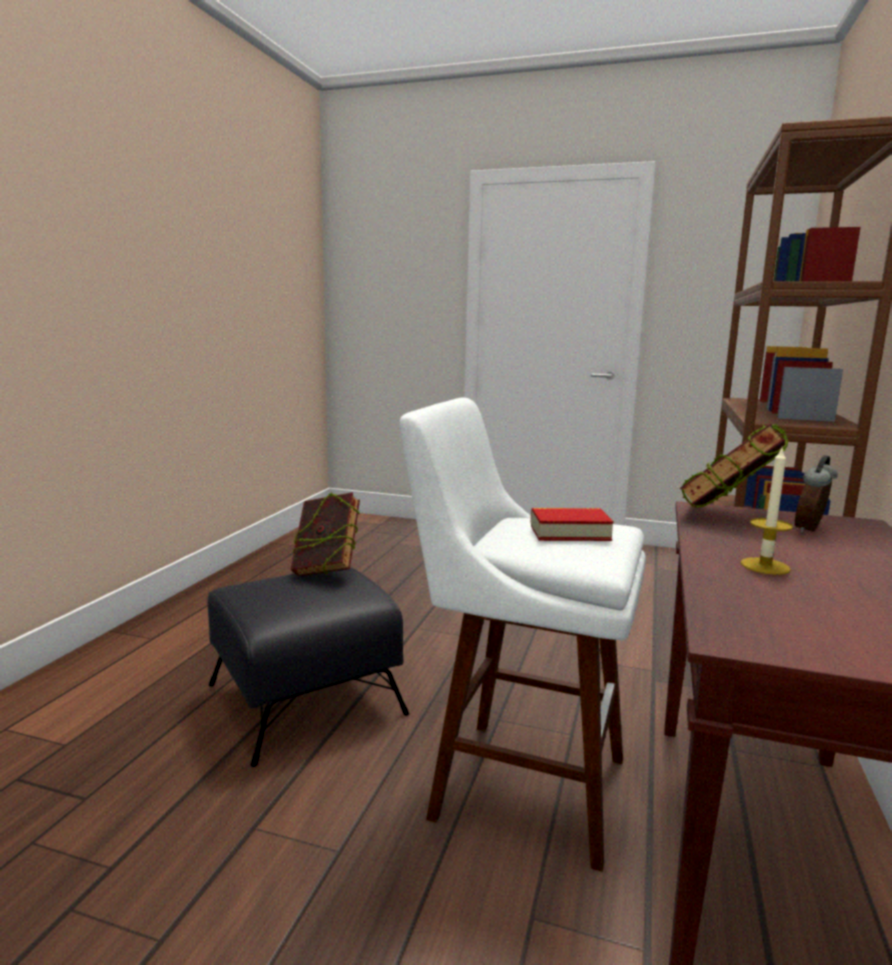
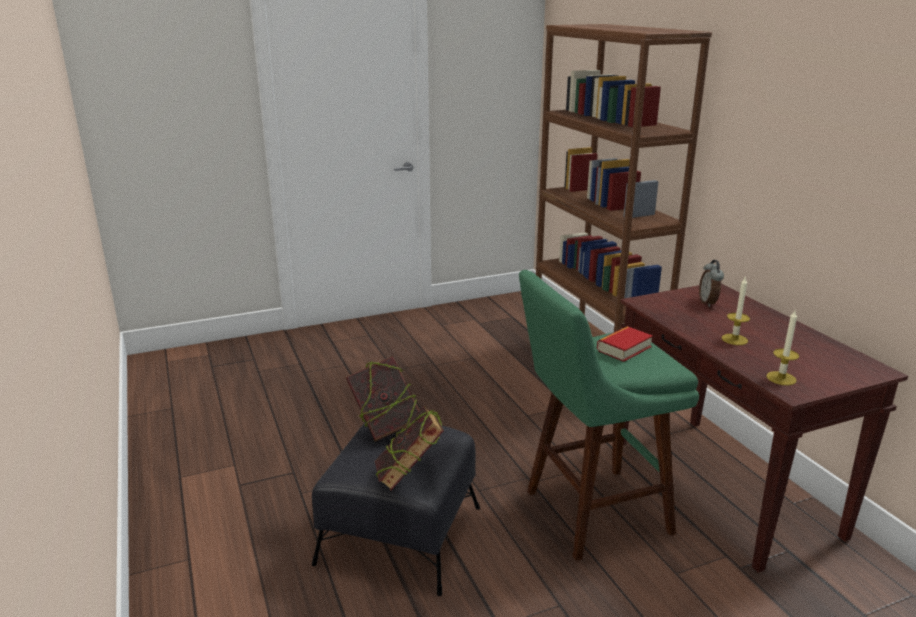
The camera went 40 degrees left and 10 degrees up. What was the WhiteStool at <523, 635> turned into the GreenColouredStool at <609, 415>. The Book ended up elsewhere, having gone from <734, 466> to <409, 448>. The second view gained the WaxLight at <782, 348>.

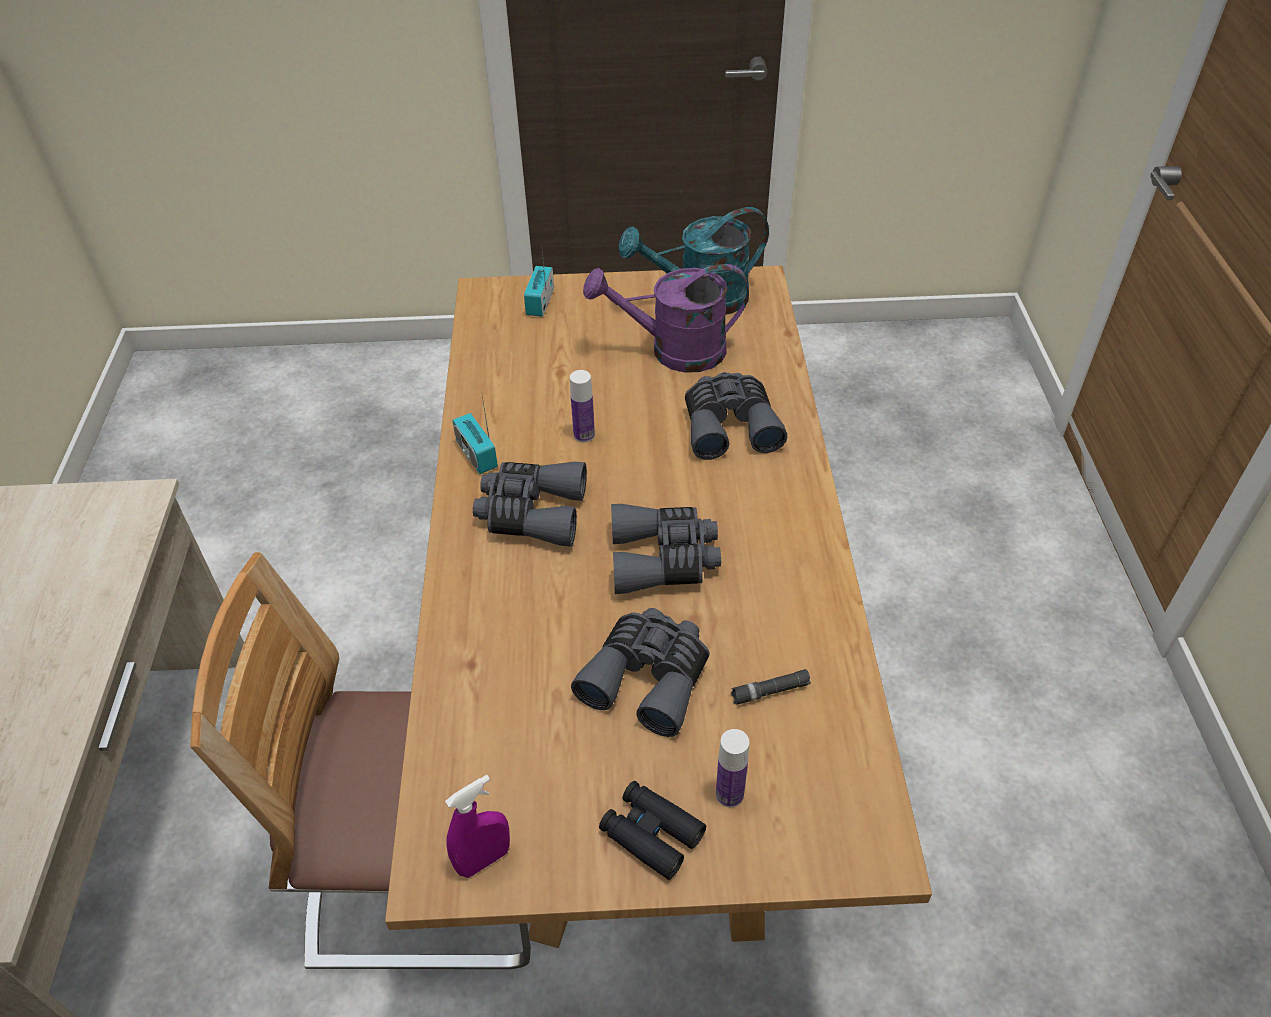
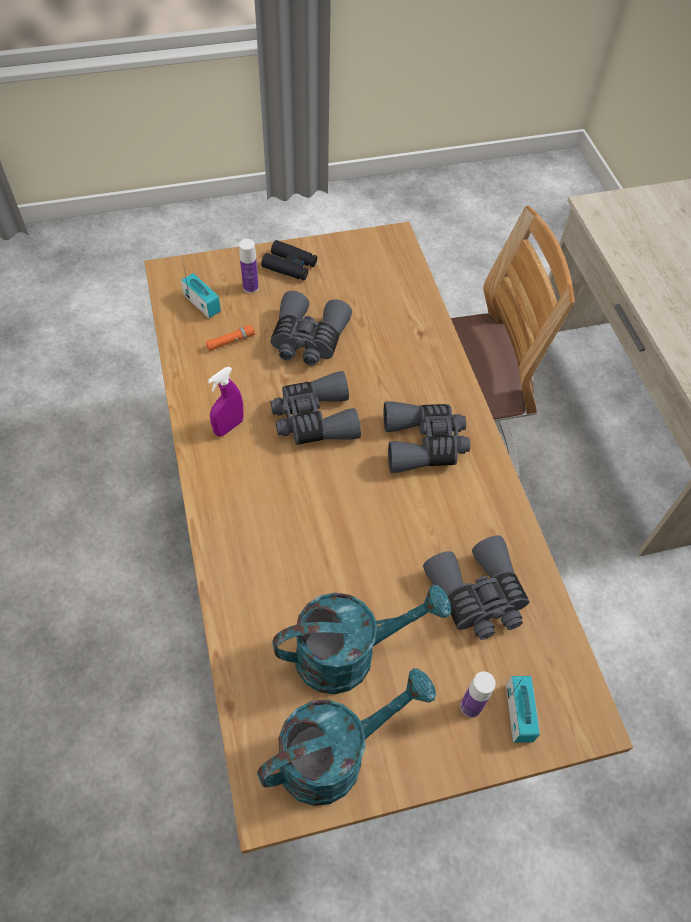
The camera went 165 degrees right and 10 degrees up. What was the PurpleColouredSprinklingCan at <666, 318> turned into the TurquoiseColouredSprinklingCan at <362, 639>. The BeverageBottle ended up elsewhere, having gone from <582, 406> to <478, 694>. The GreyFieldGlasses ended up elsewhere, having gone from <736, 416> to <476, 587>. The Radio ended up elsewhere, having gone from <475, 435> to <201, 288>. What was the BlackTorch at <771, 687> turned into the OrangeTorch at <230, 338>. The PurpleColouredSprayer ended up elsewhere, having gone from <477, 826> to <225, 402>.

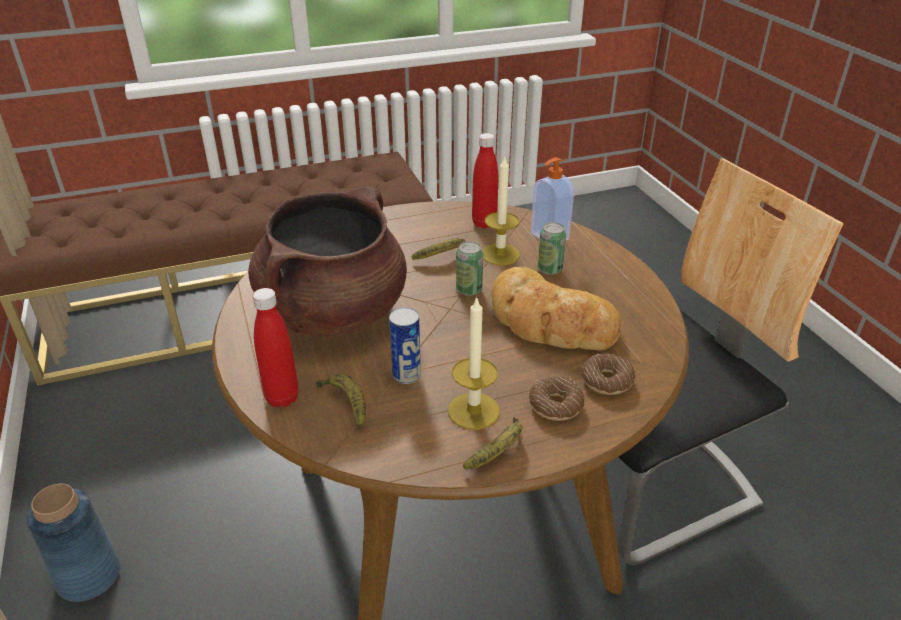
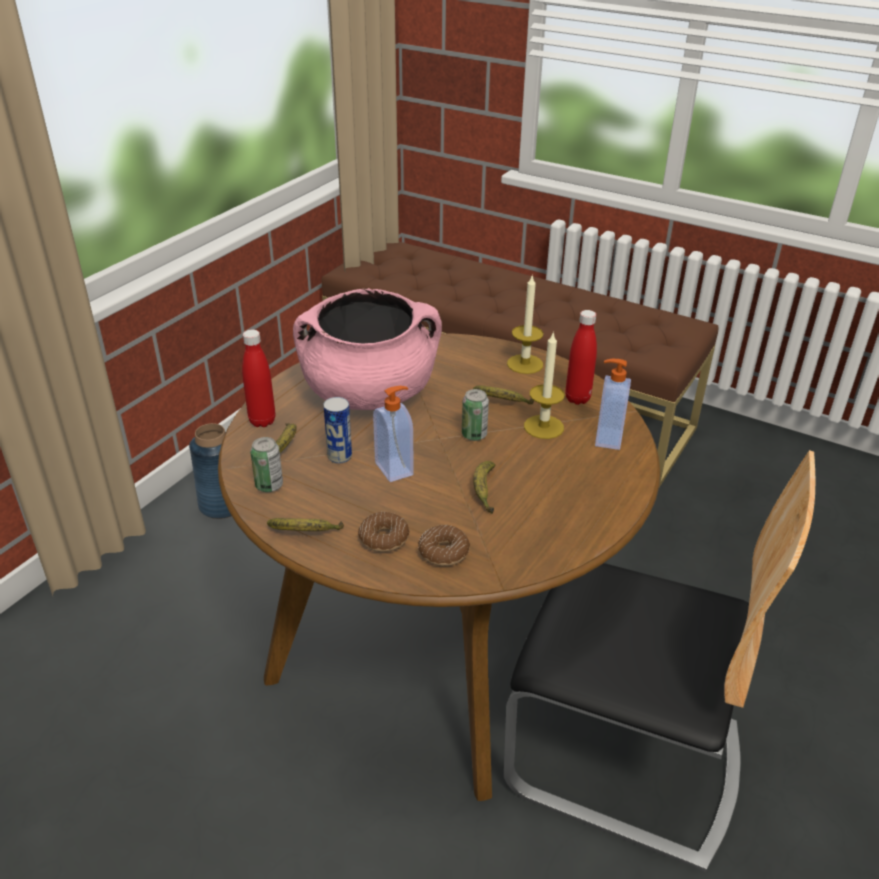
The camera went 50 degrees right and 0 degrees up. What was the BrownColouredSaucepot at <327, 262> turned into the PinkColouredSaucepot at <367, 349>. The SealedCan ended up elsewhere, having gone from <551, 248> to <266, 464>. Where the BakedBread stood at <557, 308>, the Banana came to stand at <484, 487>. The WaxLight ended up elsewhere, having gone from <474, 363> to <525, 324>. The second view gained the SoapBottle at <393, 434>.

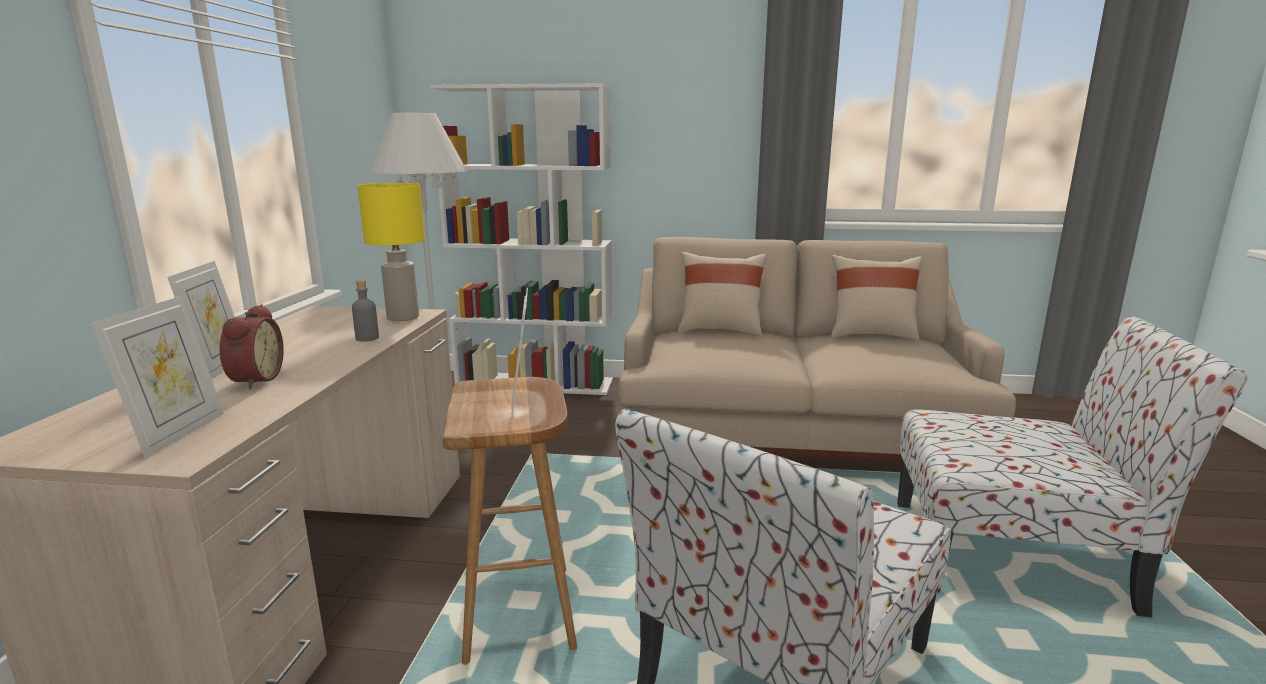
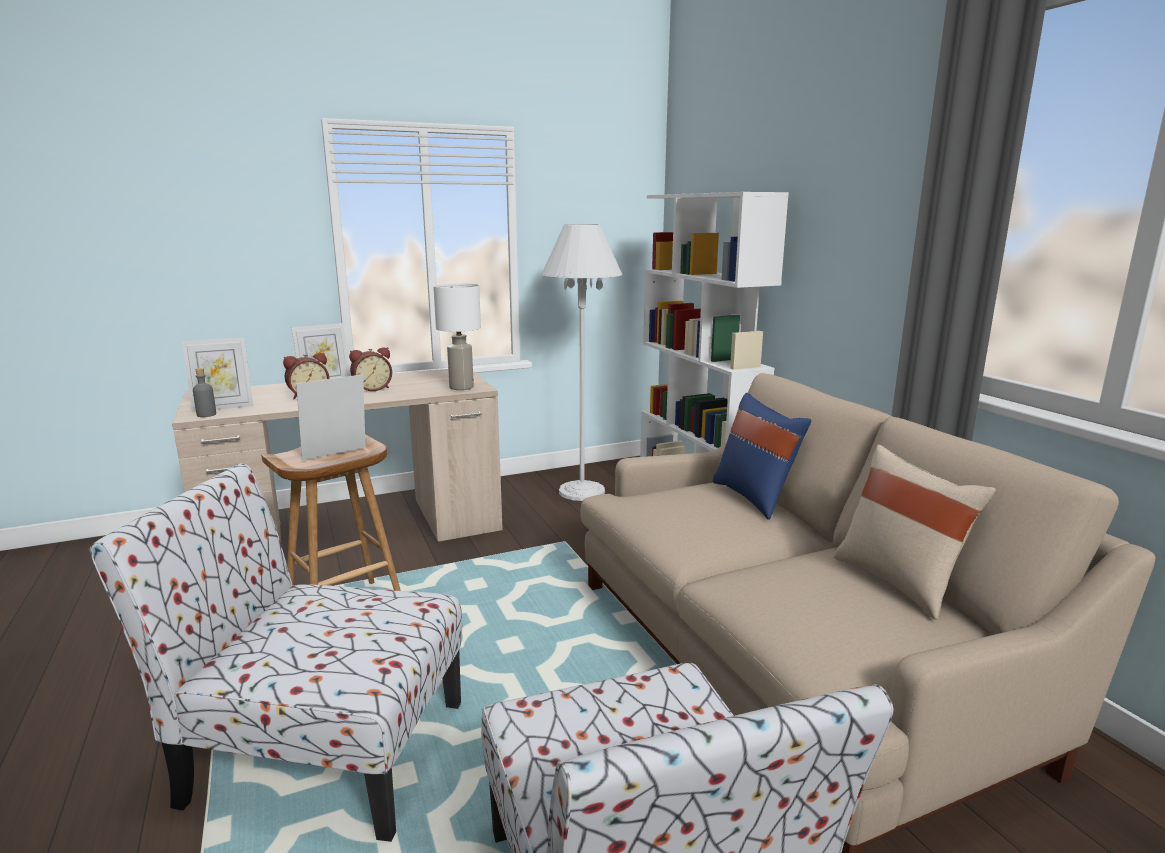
The camera went 60 degrees right and 0 degrees up. What was the YellowTableLamp at <391, 252> turned into the WhiteTableLamp at <457, 336>. What was the BeigeColouredCushion at <722, 293> turned into the BlueCushion at <762, 456>. The GreyBeverageBottle ended up elsewhere, having gone from <365, 311> to <204, 392>. The second view gained the BedsideClock at <370, 369>.

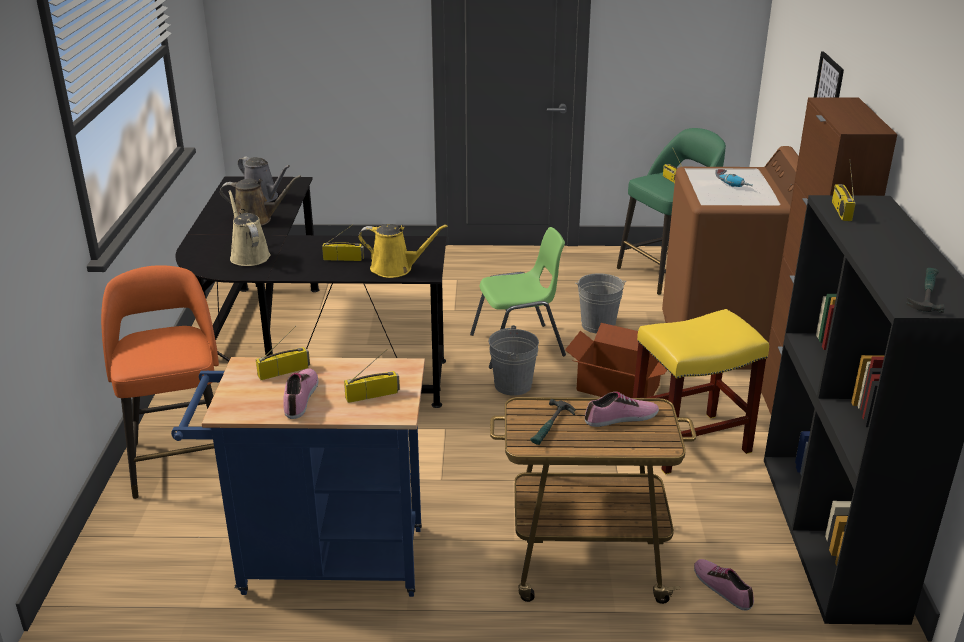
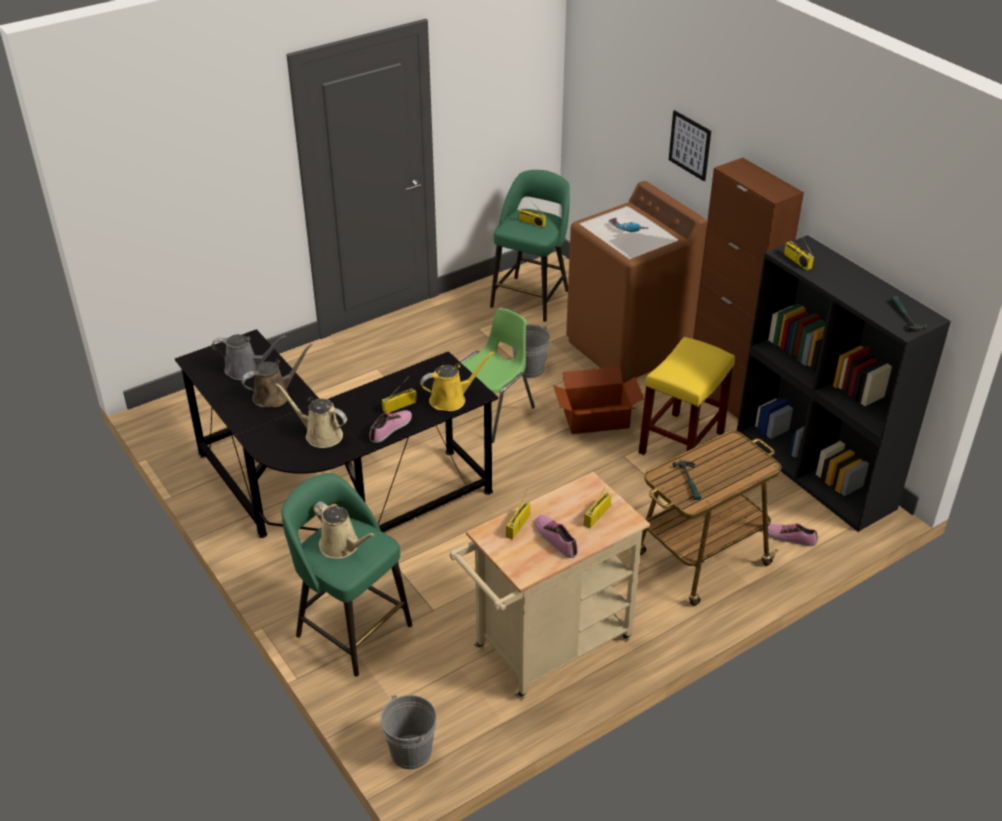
The camera went 35 degrees left and 10 degrees up. What was the OrangeStool at <160, 382> turned into the GreenColouredStool at <346, 575>. The GreyWaterBucket ended up elsewhere, having gone from <514, 360> to <408, 732>. What was the BlueCart at <298, 477> turned into the BeigeColouredCart at <549, 585>. The LowShoe ended up elsewhere, having gone from <622, 409> to <391, 426>. The second view gained the BeigeColouredSprinklingCan at <344, 530>.

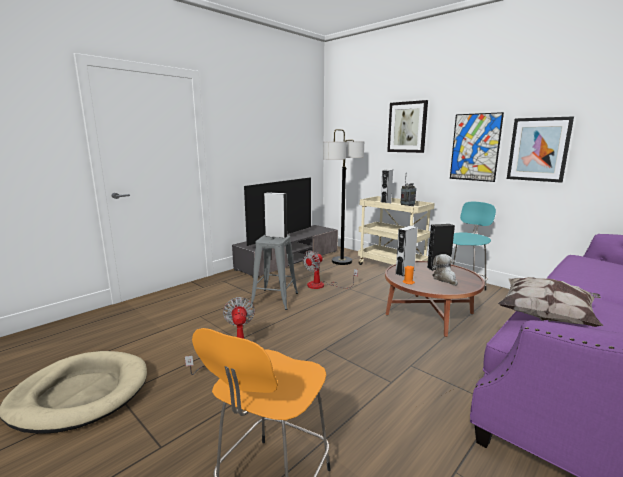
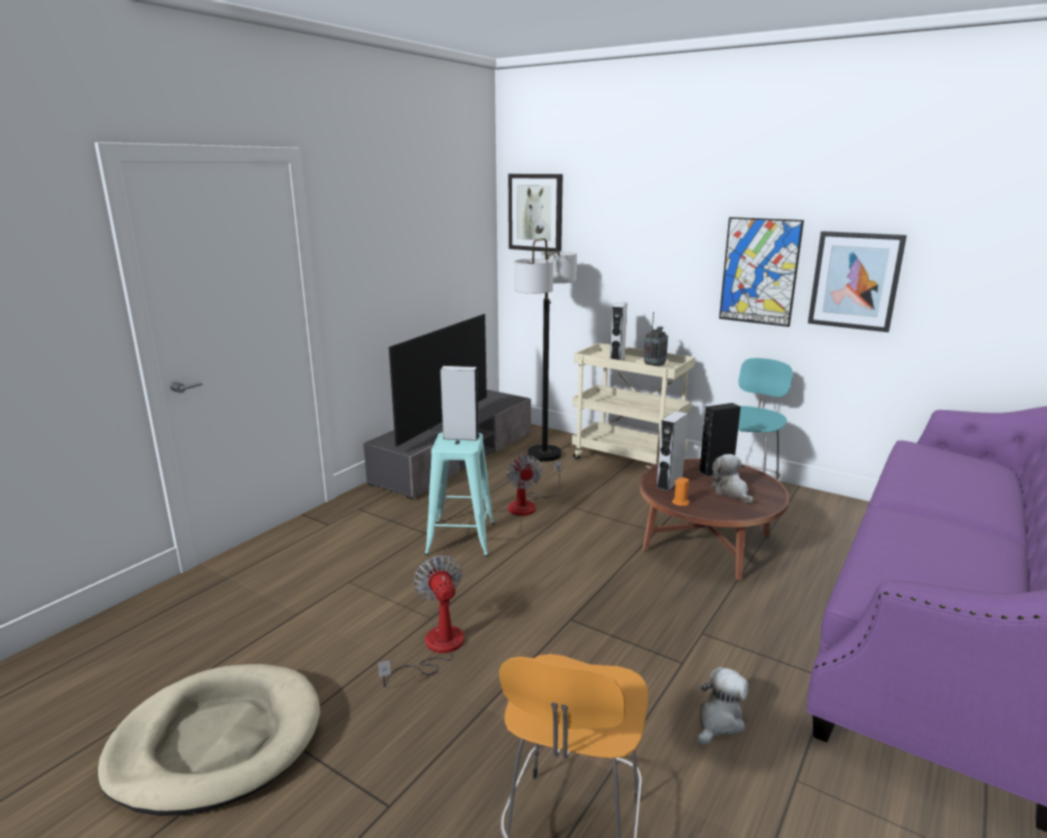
The camera went 10 degrees left and 5 degrees up. The WallArt ended up elsewhere, having gone from <407, 126> to <535, 213>. What was the GreyStool at <274, 272> turned into the TurquoiseColouredStool at <459, 494>. The CoolingFan at <330, 269> ended up facing another way, 45 degrees counterclockwise from before. The second view lost the Cushion at <550, 302>. The second view gained the SoftToy at <723, 706>.

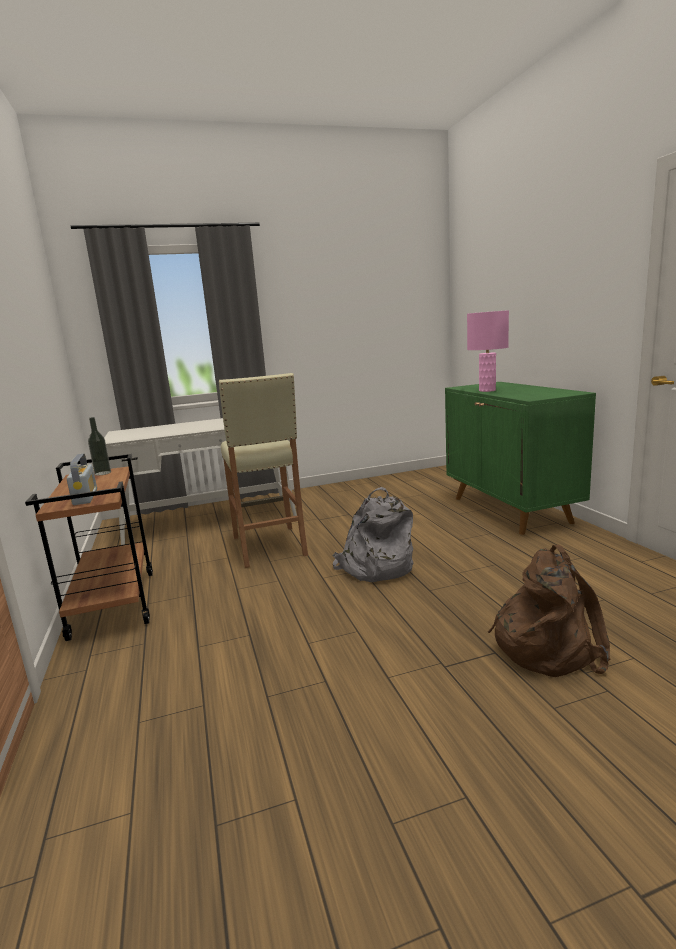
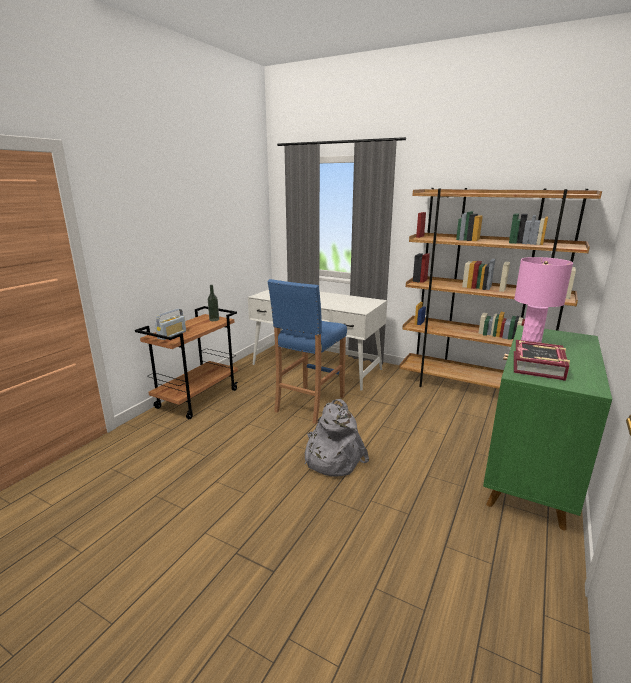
The camera went 45 degrees right and 5 degrees up. What was the BeigeColouredStool at <263, 470> turned into the BlueStool at <307, 351>. The second view lost the BrownColouredKnapsack at <549, 611>. The second view gained the BrownColouredShelvingUnit at <500, 288>. The second view gained the Book at <542, 360>.

